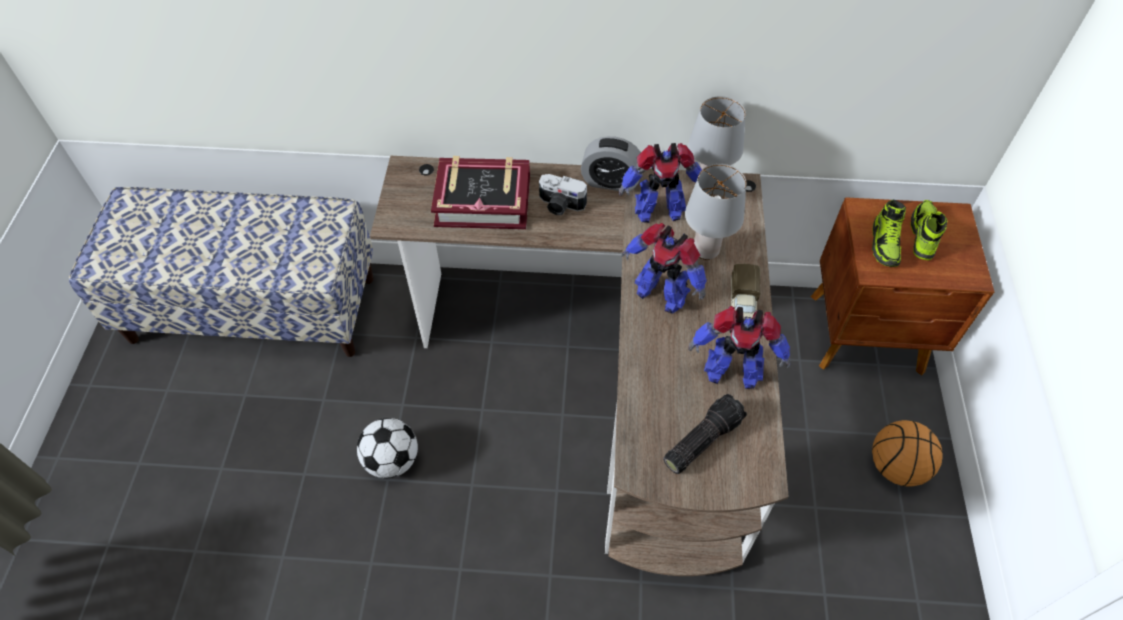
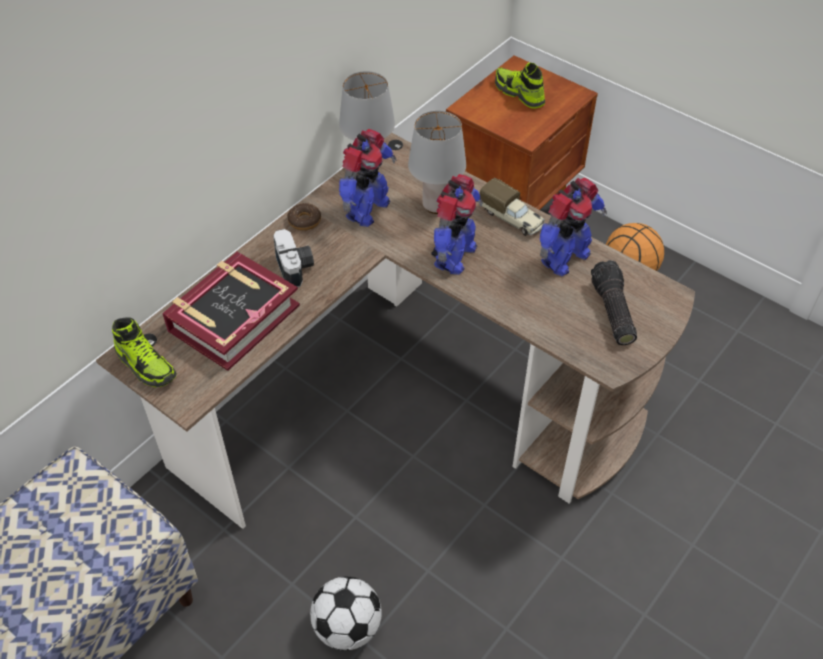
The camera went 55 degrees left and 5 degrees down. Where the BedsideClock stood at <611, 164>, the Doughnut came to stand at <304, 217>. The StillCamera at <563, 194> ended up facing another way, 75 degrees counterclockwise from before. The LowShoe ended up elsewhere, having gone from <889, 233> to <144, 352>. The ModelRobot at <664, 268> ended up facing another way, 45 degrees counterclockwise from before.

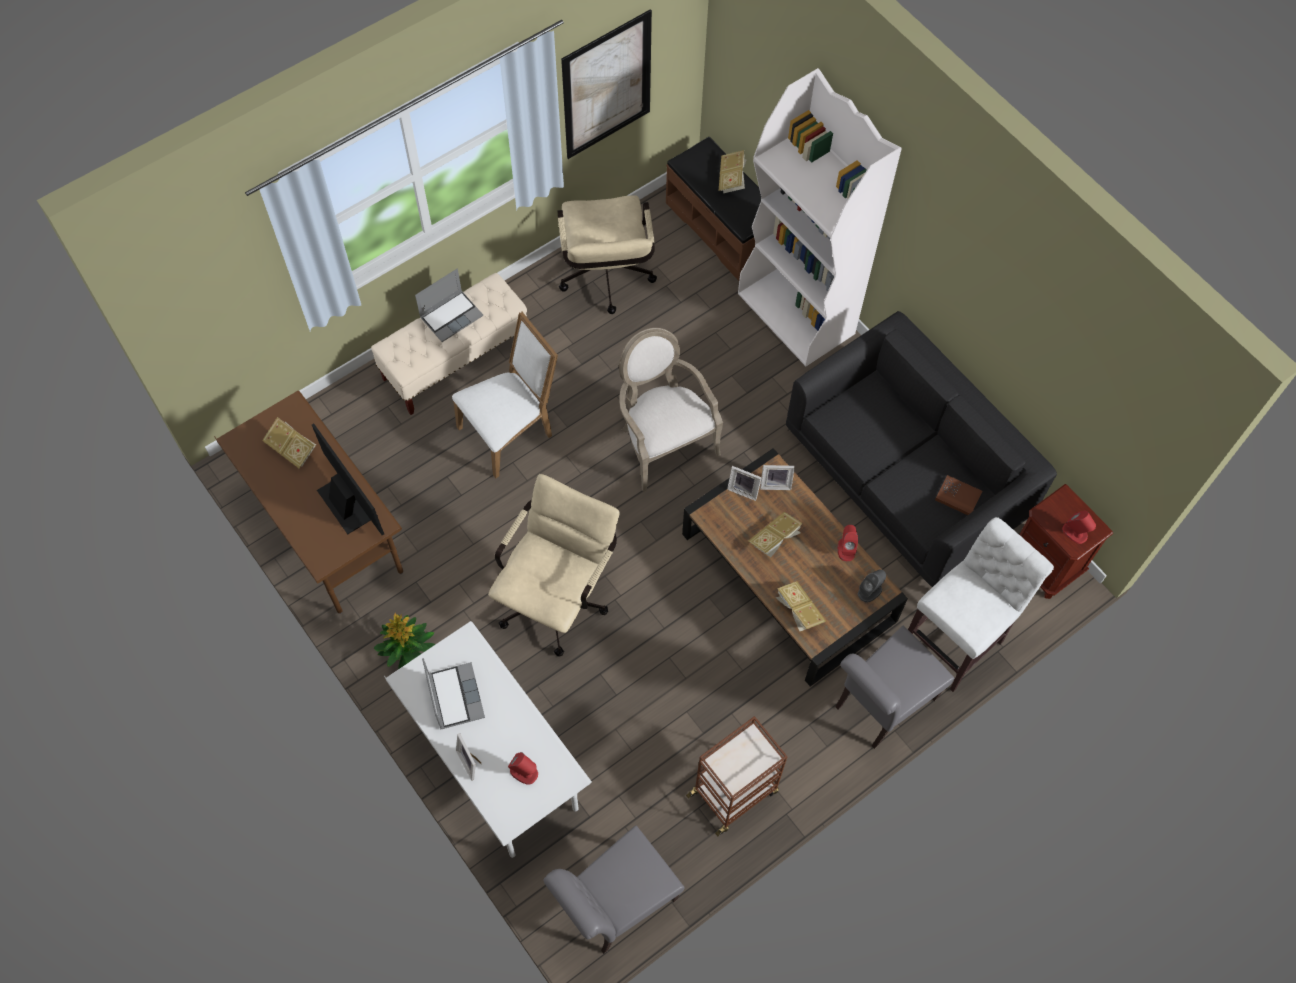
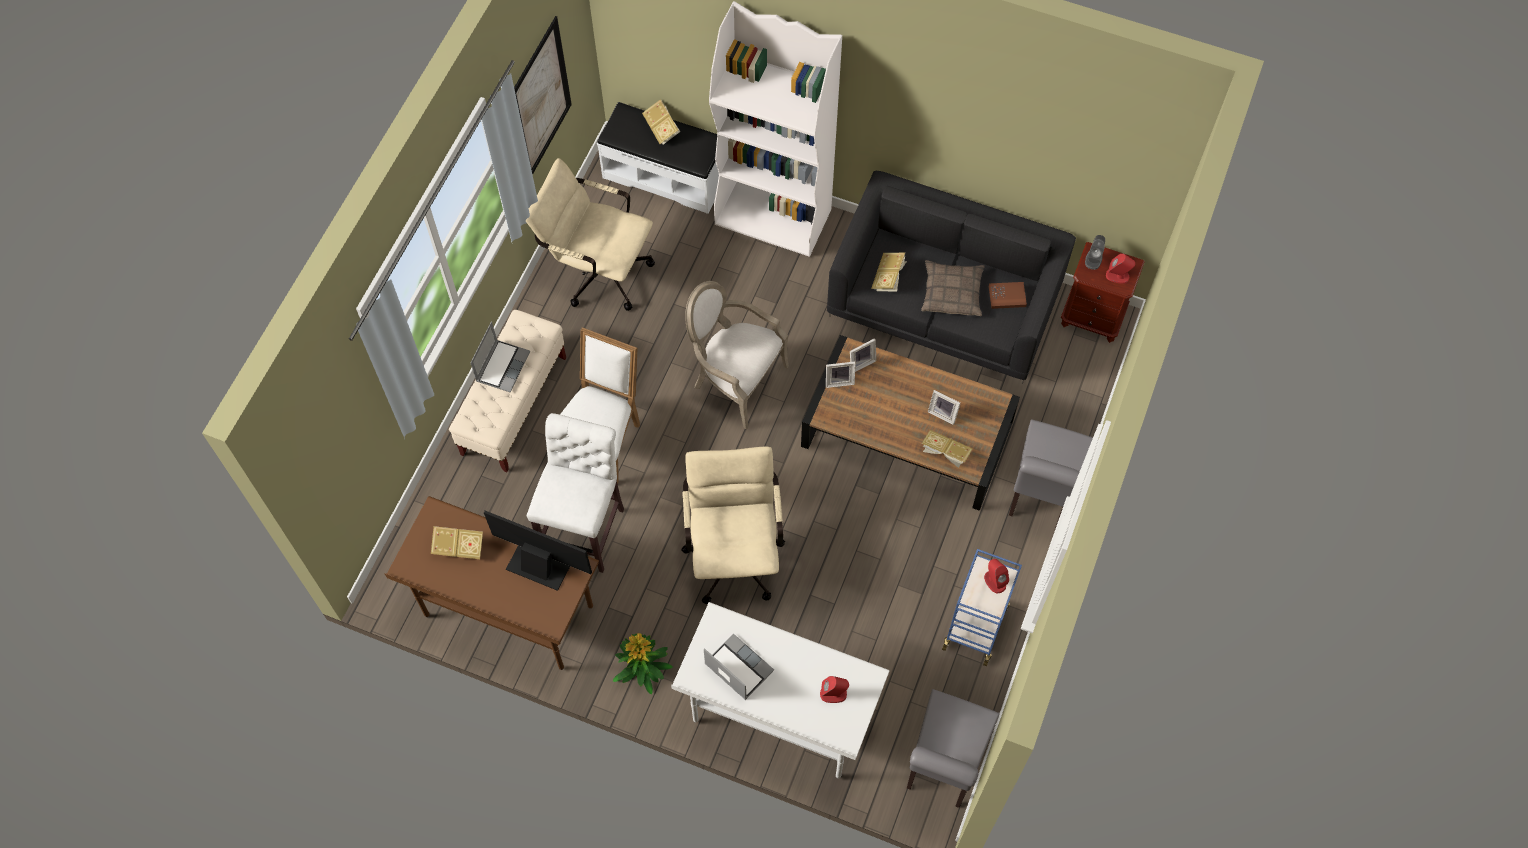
The camera went 30 degrees left and 0 degrees up. What was the BrownColouredBench at <713, 209> turned into the WhiteBench at <658, 158>. The BeigeColouredComputerChair at <607, 254> ended up facing another way, 150 degrees clockwise from before. The Book ended up elsewhere, having gone from <775, 534> to <889, 272>. The WhiteStool ended up elsewhere, having gone from <981, 604> to <575, 493>. The RedColouredAudioSpeaker ended up elsewhere, having gone from <848, 543> to <996, 576>. The GreyAudioSpeaker ended up elsewhere, having gone from <872, 585> to <1095, 252>. What was the BrownColouredCart at <737, 776> turned into the BlueCart at <982, 607>. The StandingFrame ended up elsewhere, having gone from <468, 757> to <944, 407>. The second view gained the Cushion at <953, 288>.

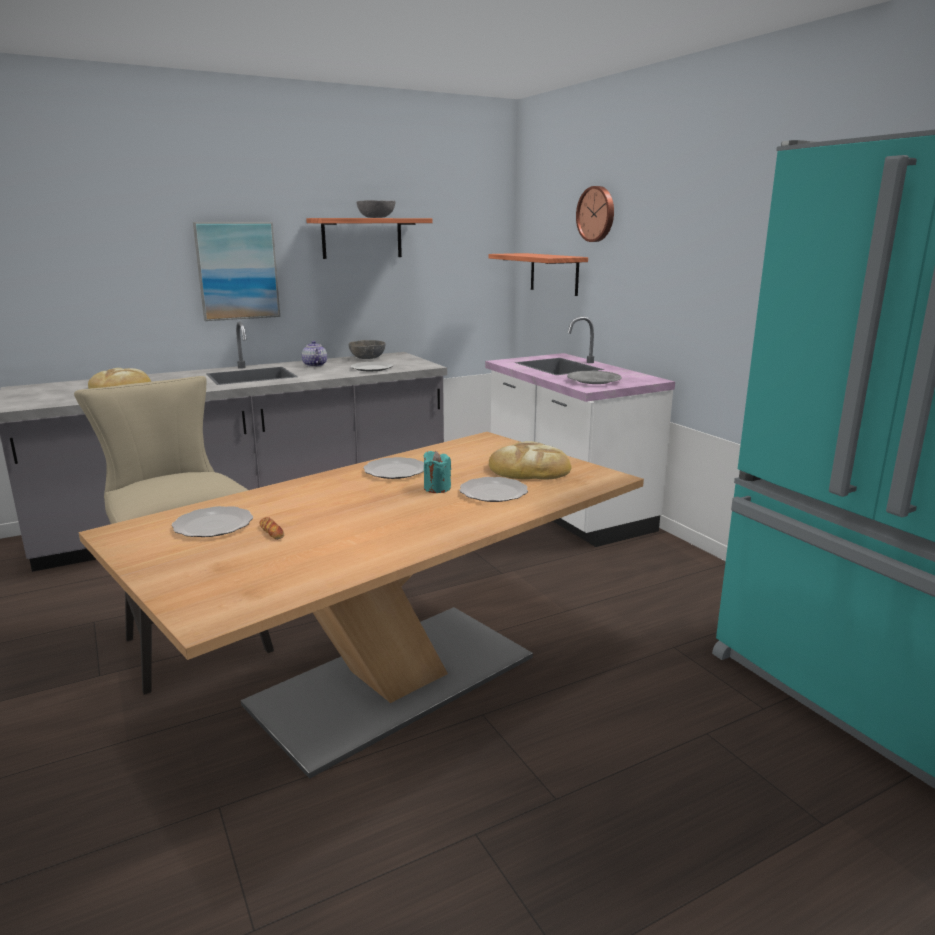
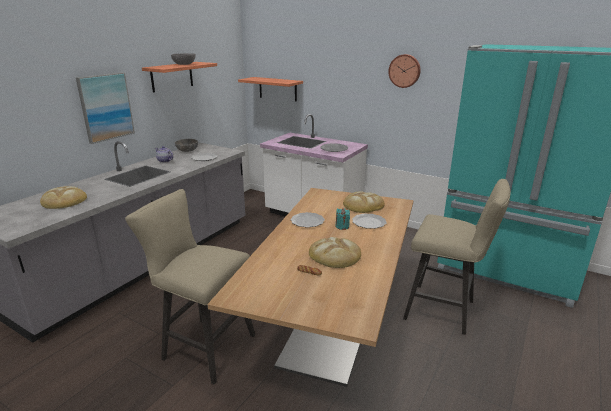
The camera went 30 degrees left and 5 degrees up. The WallClock ended up elsewhere, having gone from <595, 214> to <404, 71>. The second view lost the Plate at <212, 521>. The second view gained the BeigeColouredStool at <457, 257>. The second view gained the BakedBread at <335, 252>.

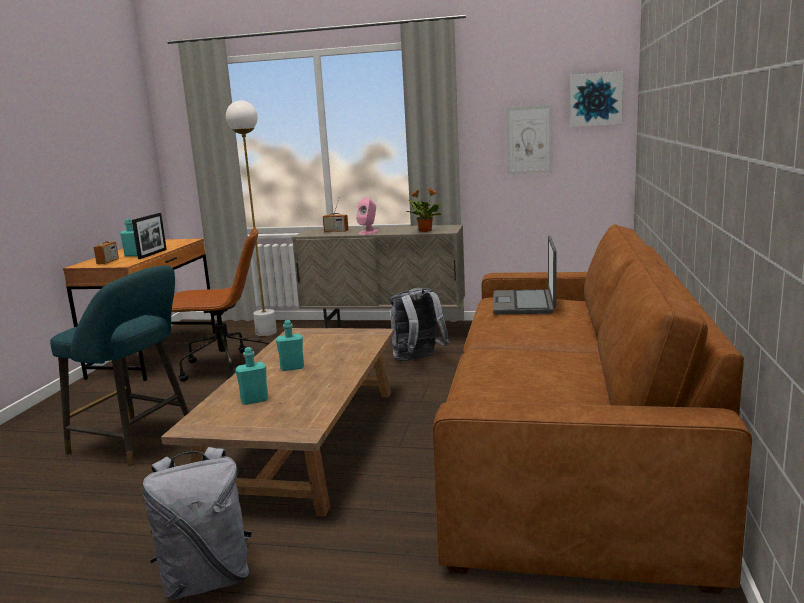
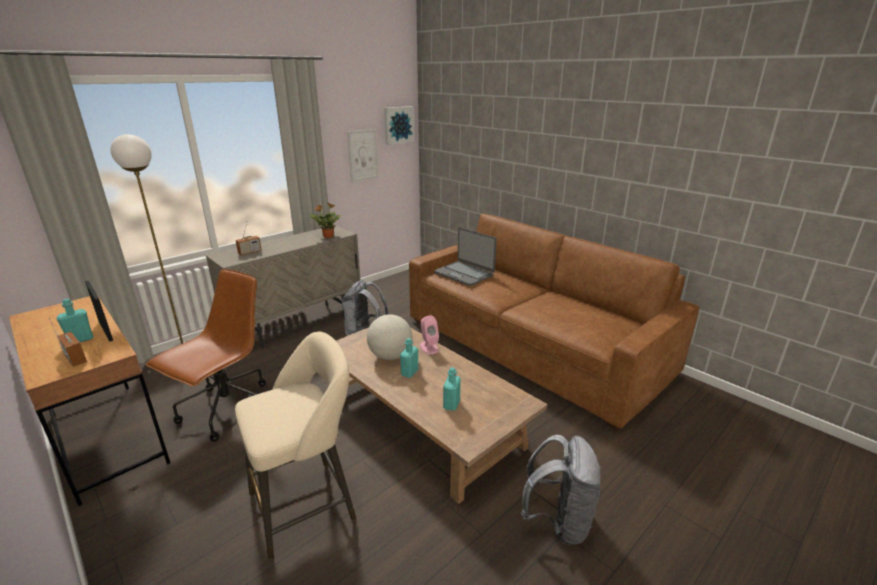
The camera went 55 degrees left and 10 degrees up. The PinkColouredAudioSpeaker ended up elsewhere, having gone from <367, 216> to <429, 334>. What was the TurquoiseColouredStool at <119, 366> turned into the BeigeColouredStool at <295, 445>. The second view gained the DeskGlobe at <389, 337>.

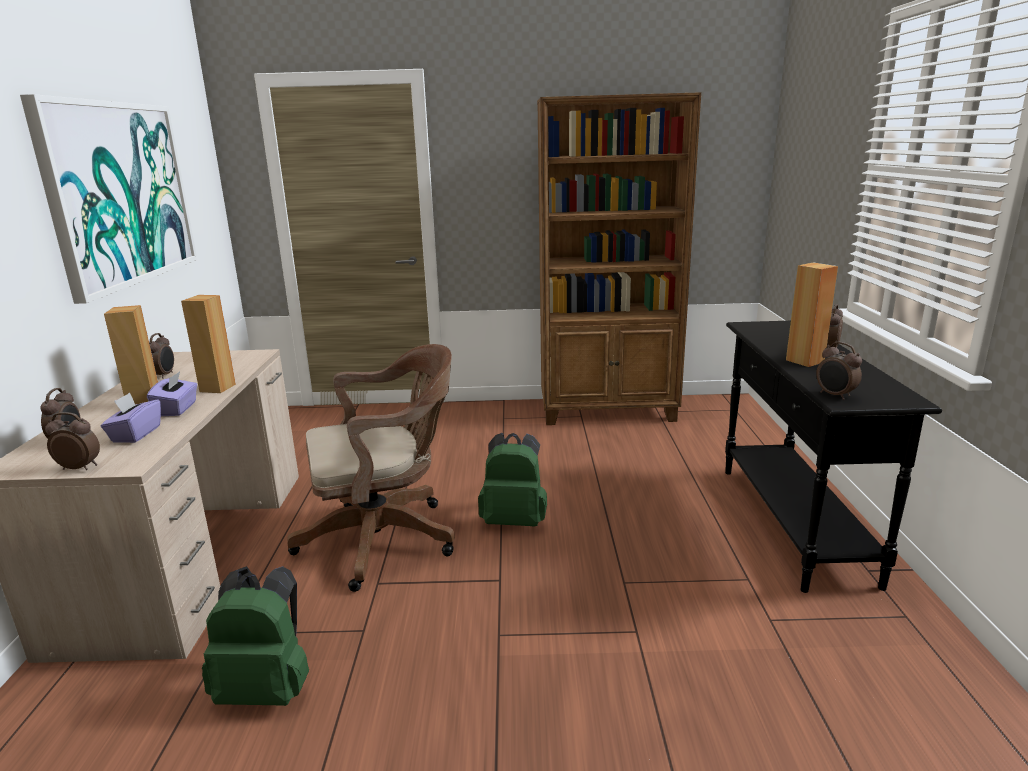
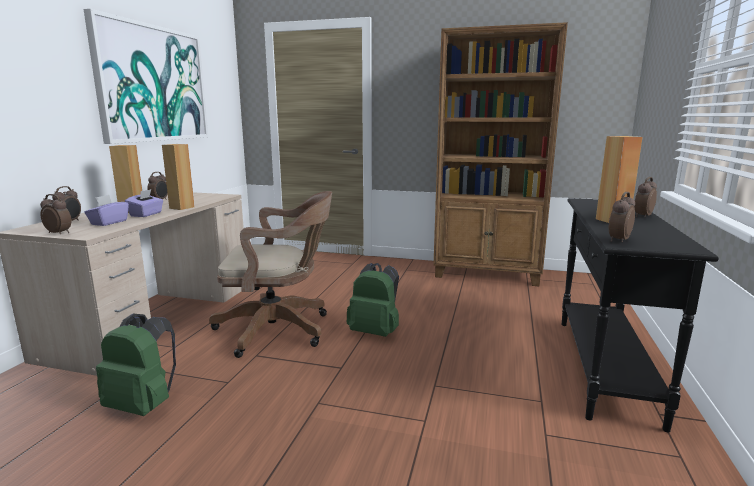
The camera went 15 degrees right and 5 degrees down. The BedsideClock at <839, 371> ended up facing another way, 60 degrees clockwise from before.

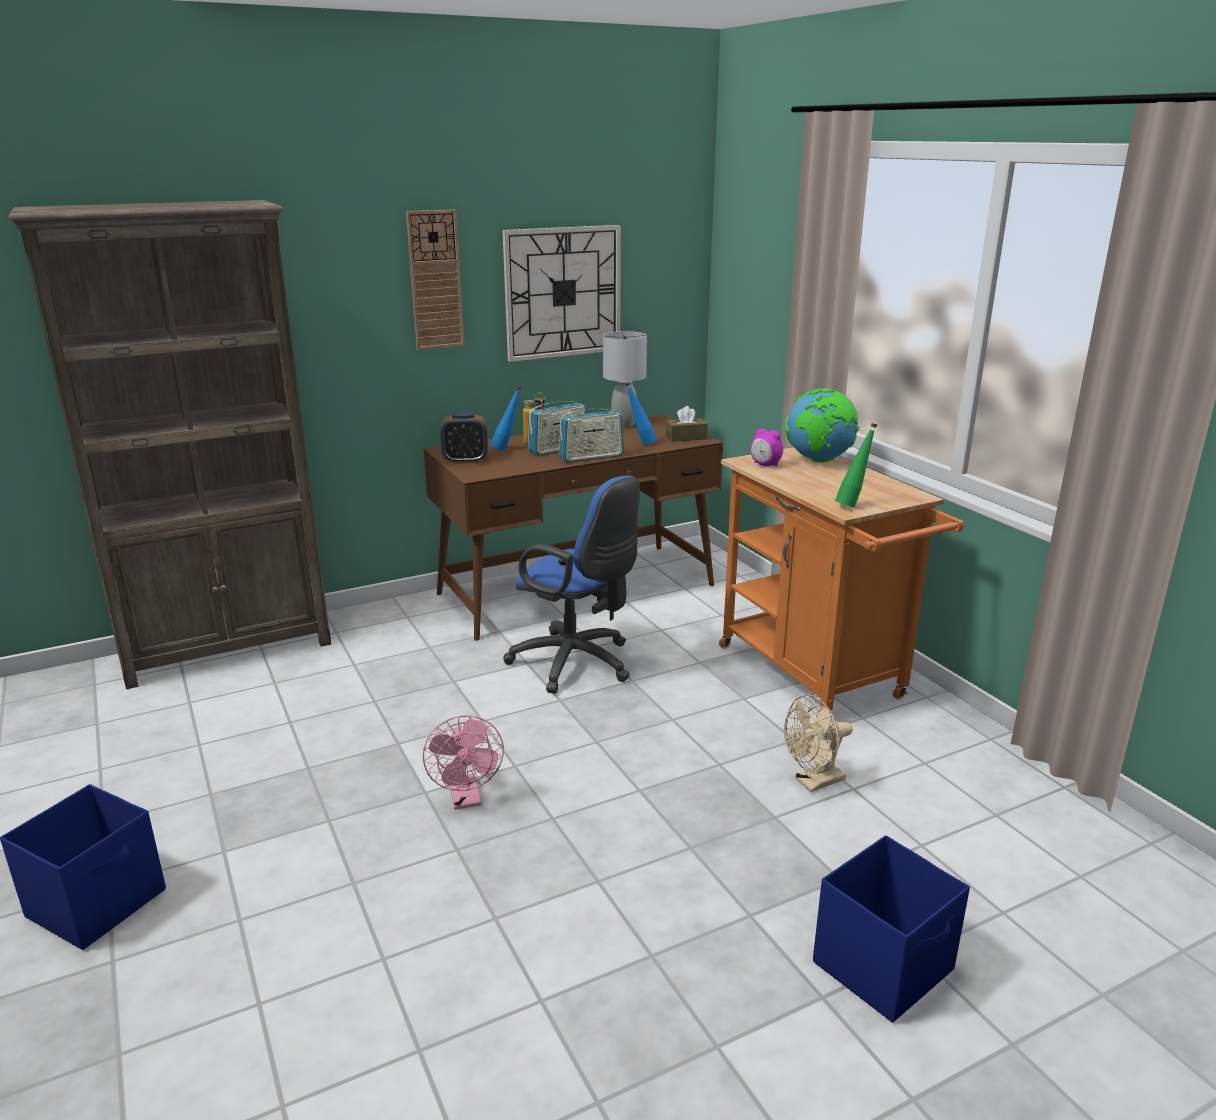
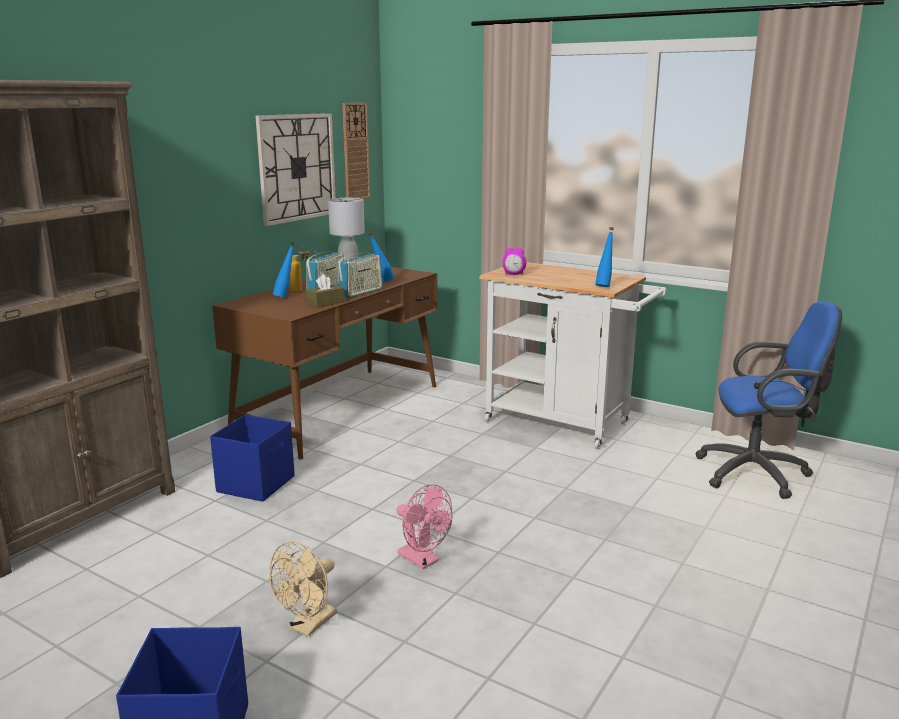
The camera went 30 degrees left and 5 degrees down. The WallClock ended up elsewhere, having gone from <435, 279> to <356, 151>. The second view lost the DeskGlobe at <822, 425>. The BrownColouredTissueHolder ended up elsewhere, having gone from <687, 424> to <325, 291>. The second view lost the BedsideClock at <464, 438>. What was the GreenColouredBeverageBottle at <856, 465> turned into the BlueBeverageBottle at <604, 257>. What was the OrangeCart at <841, 582> turned into the WhiteCart at <572, 355>. The BlueComputerChair ended up elsewhere, having gone from <571, 584> to <768, 400>. The BeigeColouredCoolingFan ended up elsewhere, having gone from <818, 743> to <303, 589>. The BlueStorageBox ended up elsewhere, having gone from <891, 929> to <252, 458>.

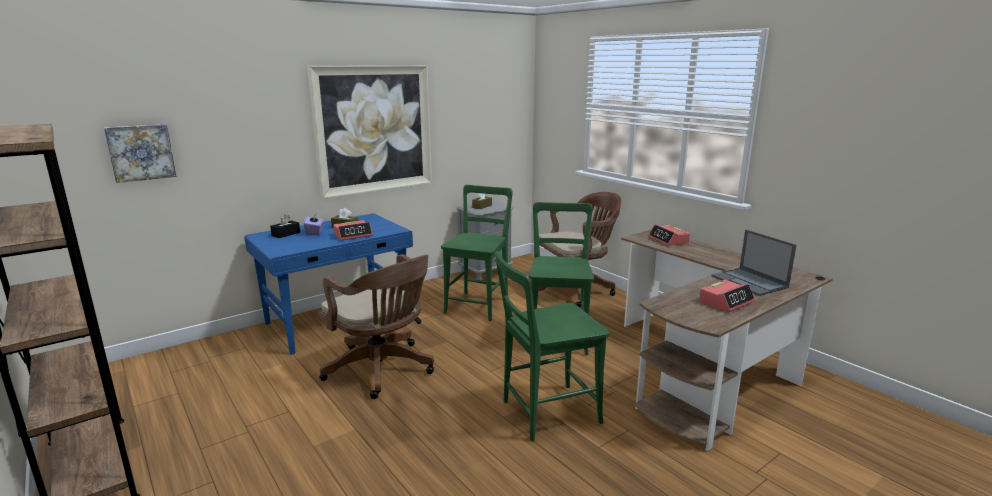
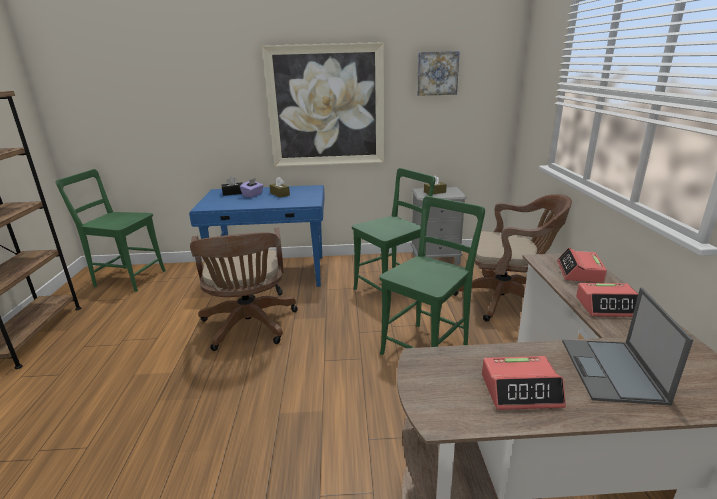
The camera went 35 degrees right and 5 degrees up. The WallArt ended up elsewhere, having gone from <140, 153> to <438, 73>. The BedsideClock ended up elsewhere, having gone from <353, 230> to <607, 300>. The GreenColouredChair ended up elsewhere, having gone from <552, 346> to <111, 230>.

